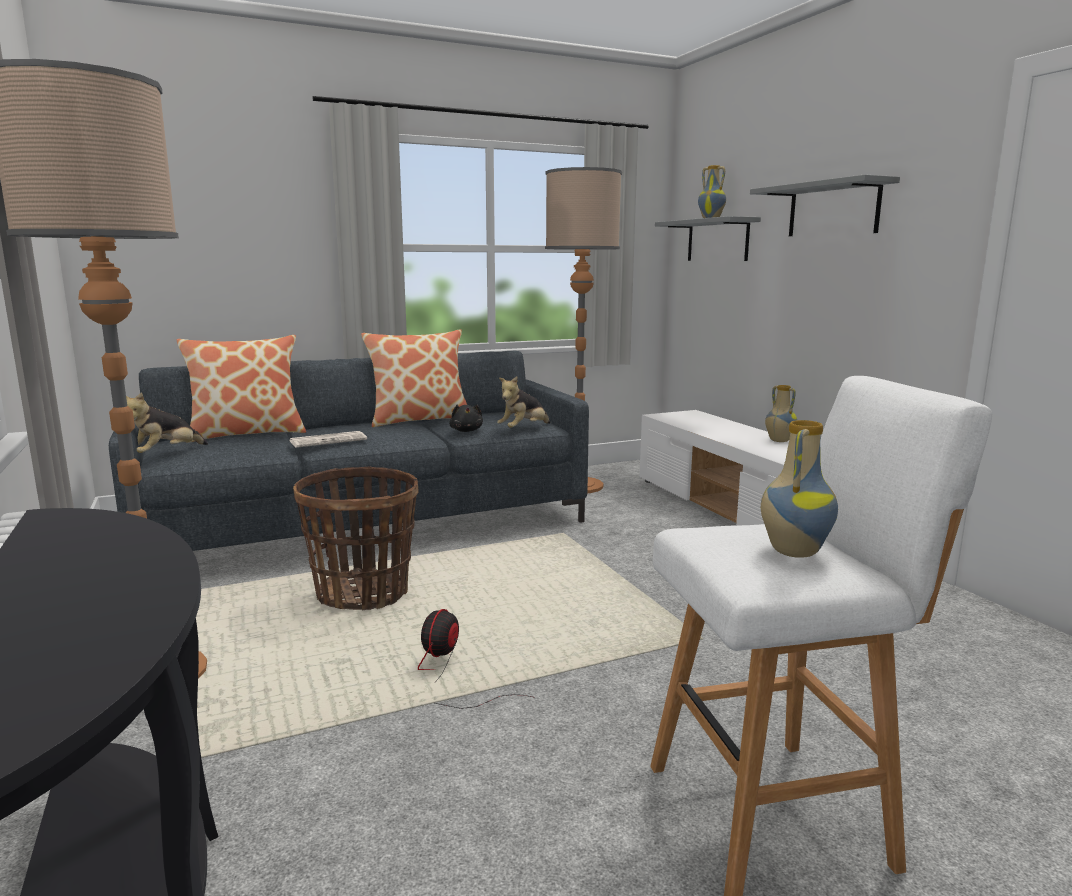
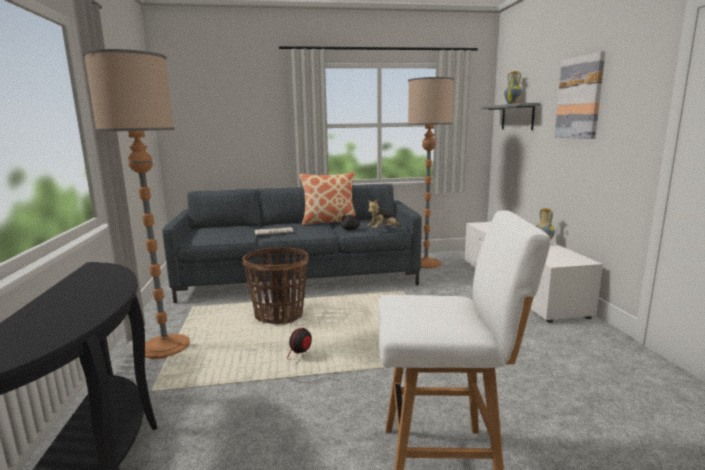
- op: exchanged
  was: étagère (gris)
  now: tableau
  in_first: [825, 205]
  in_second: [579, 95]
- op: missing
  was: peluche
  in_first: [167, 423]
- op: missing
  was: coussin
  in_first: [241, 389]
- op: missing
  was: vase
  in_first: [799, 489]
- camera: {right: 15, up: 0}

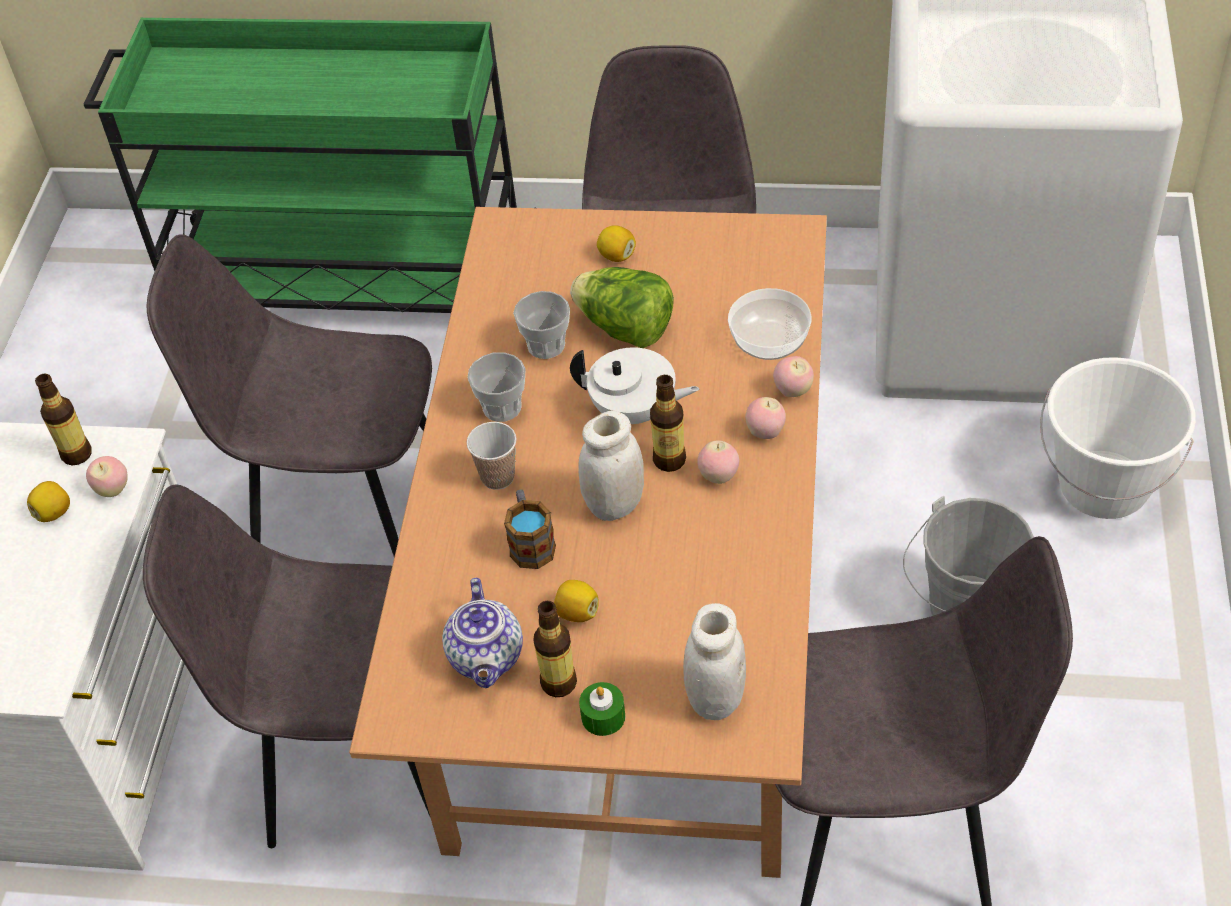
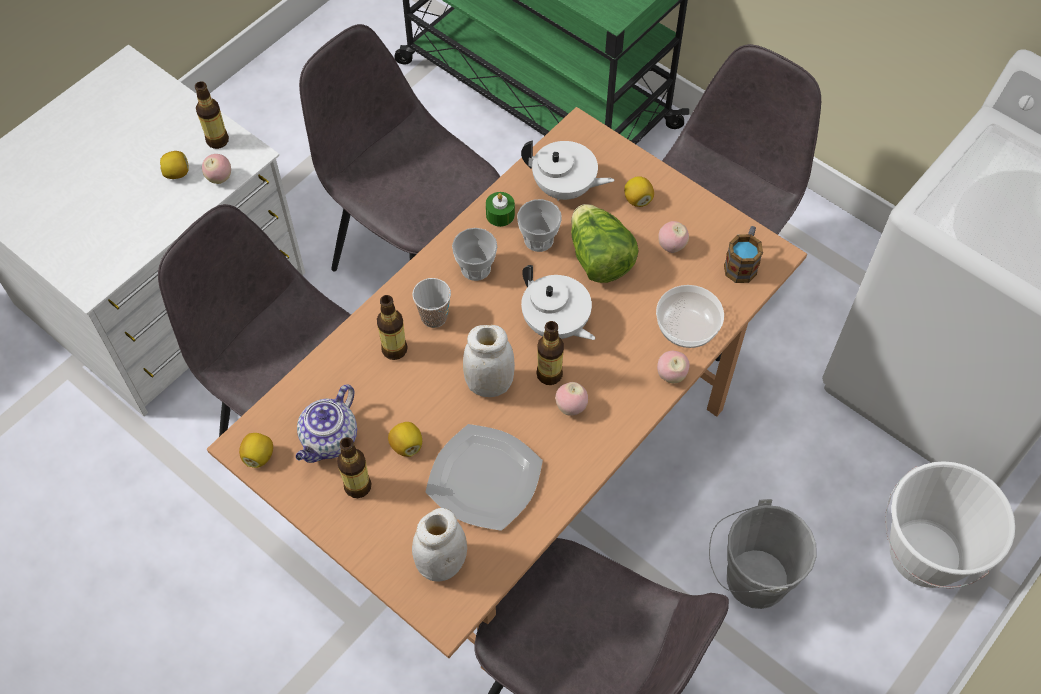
- op: appeared
  now: citron
  in_second: [256, 450]
- op: appeared
  now: bouteille
  in_second: [392, 327]
- op: appeared
  now: assiette
  in_second: [484, 477]
- op: relocated
  was: bougie (vert)
  in_first: [602, 709]
  in_second: [500, 209]
- op: appeared
  now: théière (blanc)
  in_second: [567, 171]
- op: relocated
  was: pomme
  in_first: [765, 418]
  in_second: [673, 237]
- op: relocated
  was: mug
  in_first: [530, 529]
  in_second: [743, 254]
- camera: {right: 30, up: 10}

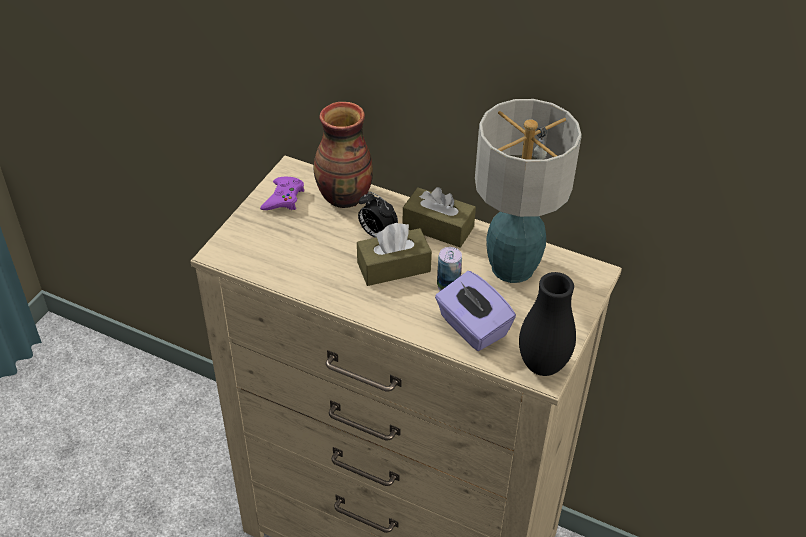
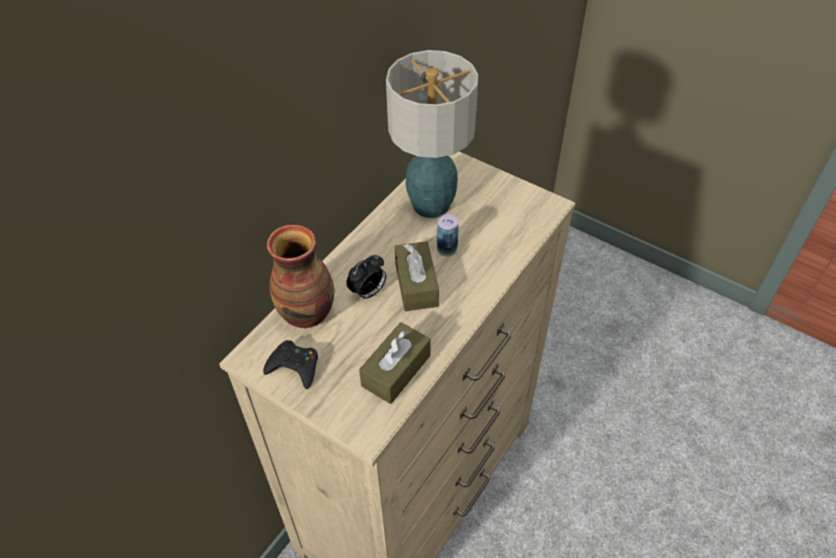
- op: colour
  was: manette (violet)
  now: manette (noir)
  in_first: [282, 193]
  in_second: [290, 364]
- op: relocated
  was: boîte à mouchoirs (marron)
  in_first: [439, 217]
  in_second: [395, 363]
- op: missing
  was: boîte à mouchoirs (violet)
  in_first: [475, 311]
- op: missing
  was: vase (noir)
  in_first: [547, 324]
- camera: {right: -80, up: 5}

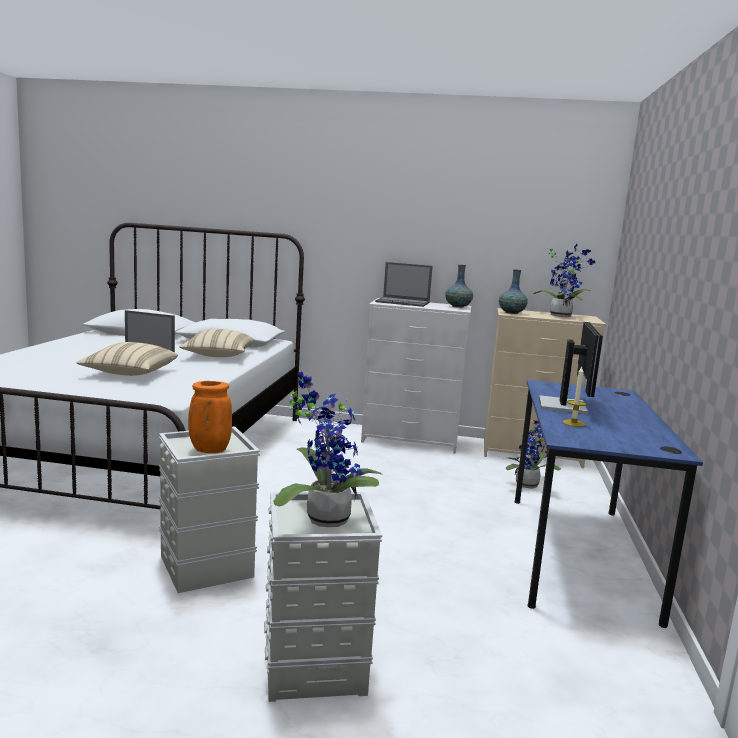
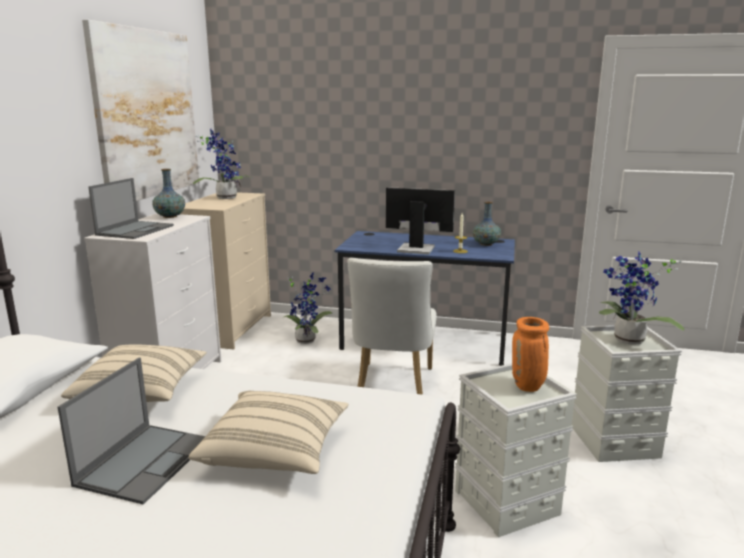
- op: appeared
  now: tableau
  in_second: [140, 110]
- op: appeared
  now: chaise (blanc)
  in_second: [392, 326]
- op: relocated
  was: vase
  in_first: [513, 291]
  in_second: [487, 224]
- camera: {right: -85, up: 5}

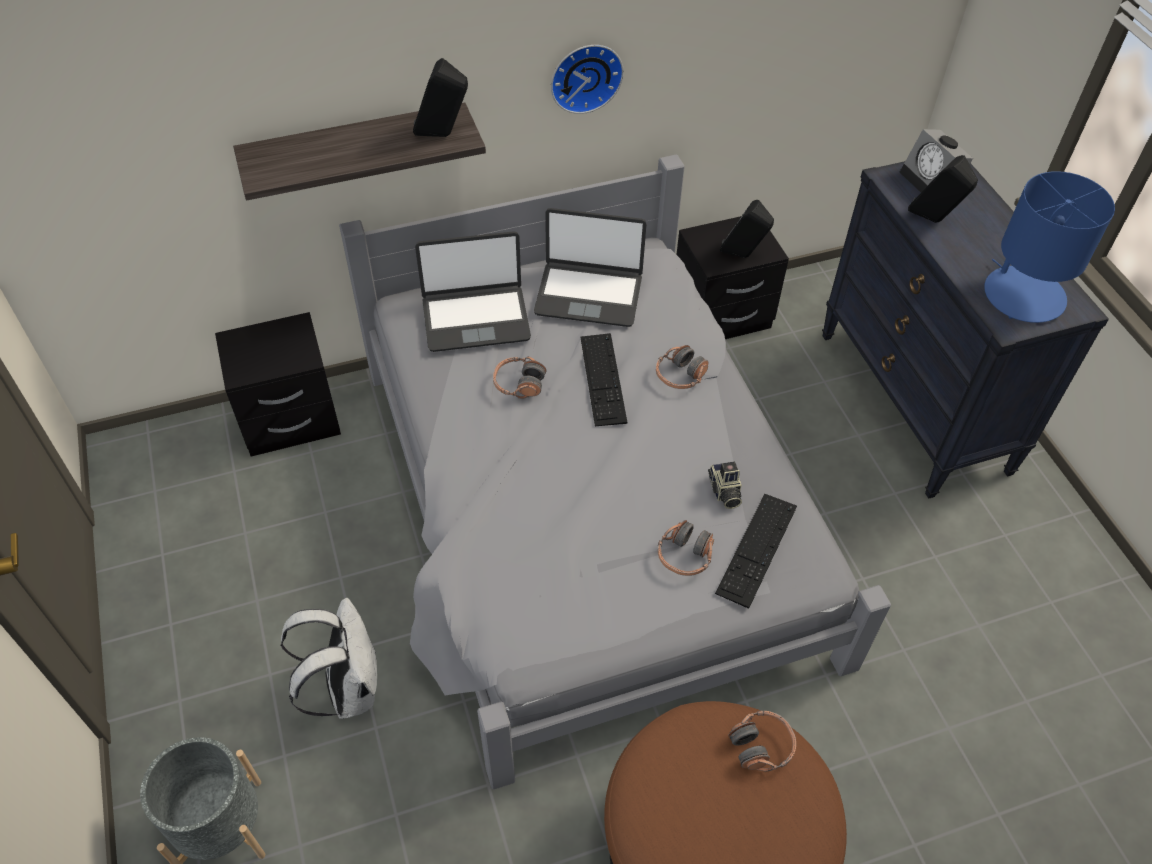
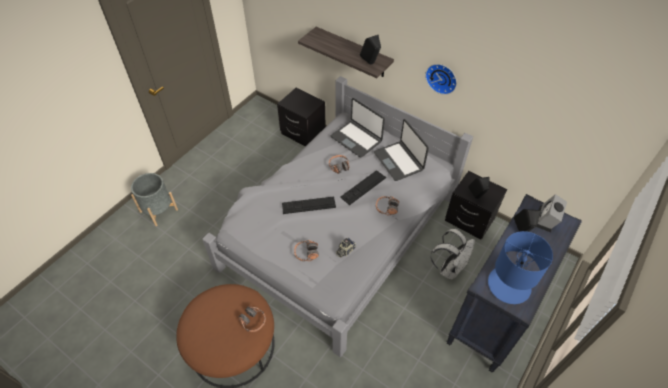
- op: relocated
  was: clavier
  in_first: [756, 551]
  in_second: [309, 205]
- op: relocated
  was: sac à dos (blanc)
  in_first: [328, 658]
  in_second: [452, 254]
- camera: {right: 55, up: 0}

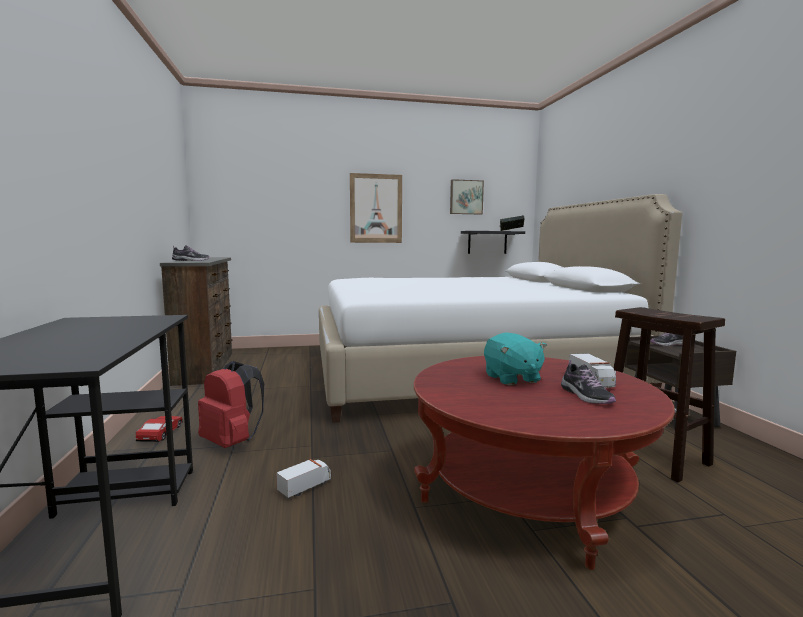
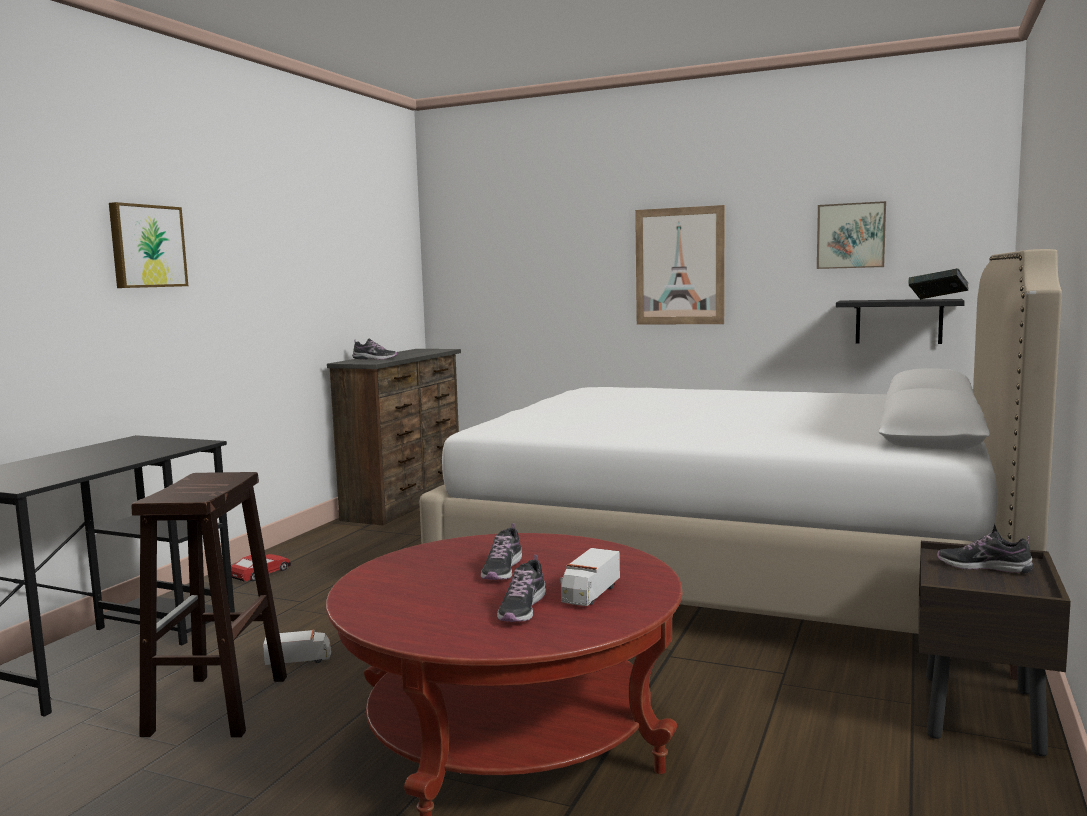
- op: appeared
  now: tableau
  in_second: [148, 245]
- op: relocated
  was: tabouret (marron)
  in_first: [669, 394]
  in_second: [209, 604]
- op: exchanged
  was: peluche (turquoise)
  now: chaussure
  in_first: [515, 359]
  in_second: [501, 551]
- op: missing
  was: sac à dos (rouge)
  in_first: [231, 404]
- camera: {right: 35, up: 0}

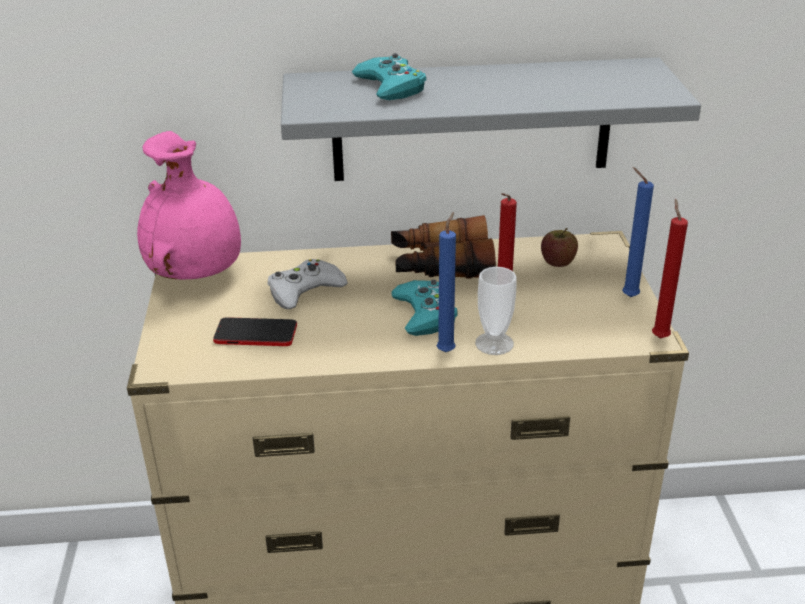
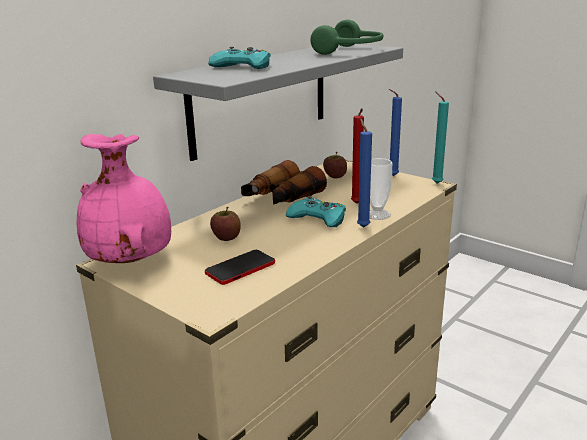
- op: exchanged
  was: manette (blanc)
  now: pomme
  in_first: [308, 284]
  in_second: [225, 224]
- op: appeared
  now: casque audio (vert)
  in_second: [346, 37]
- op: colour
  was: bougie (rouge)
  now: bougie (turquoise)
  in_first: [670, 269]
  in_second: [440, 137]
- camera: {right: -45, up: -10}

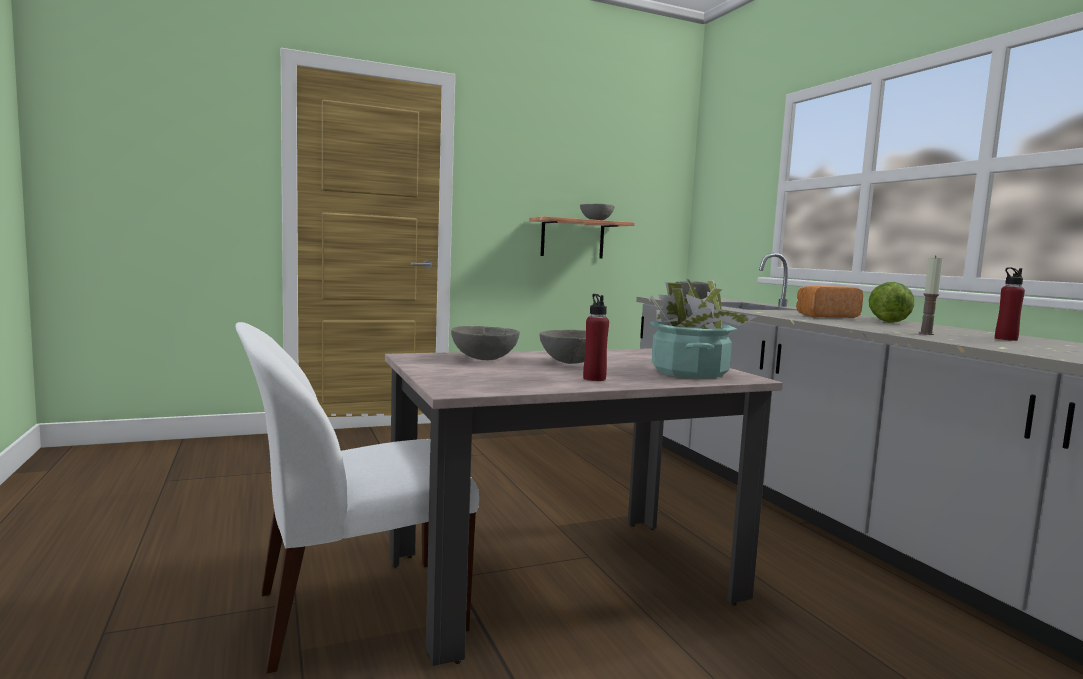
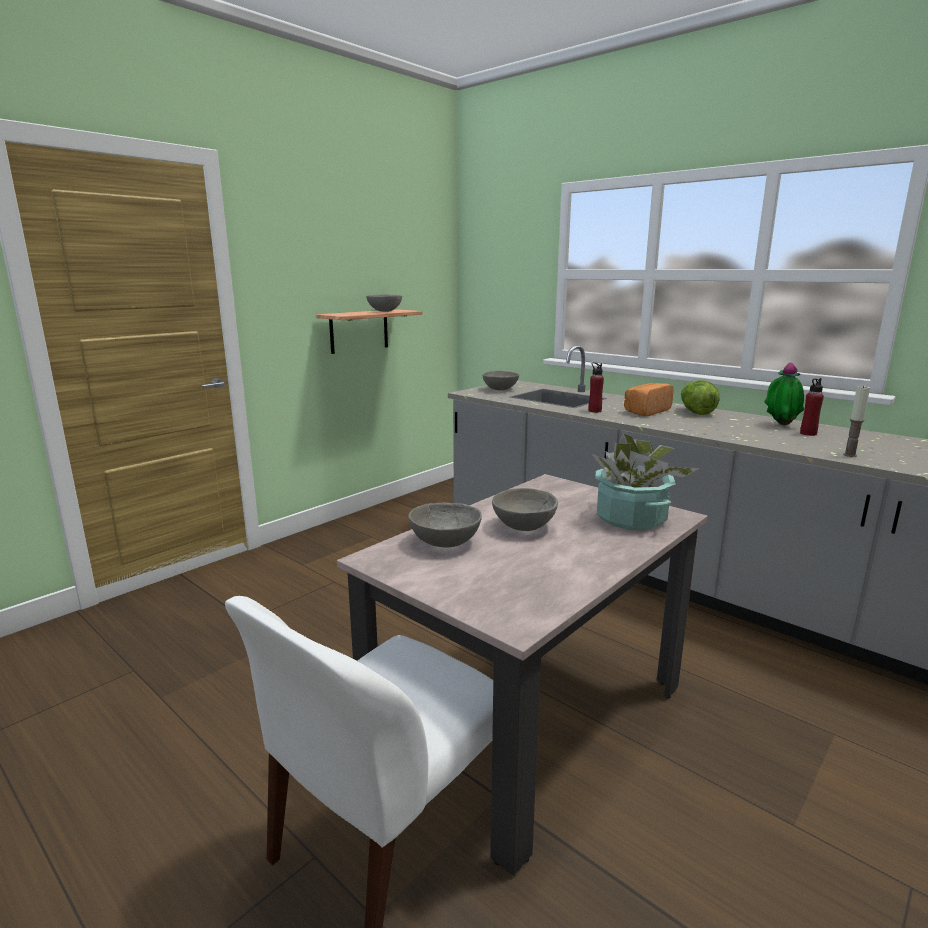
- op: relocated
  was: bouteille (rouge)
  in_first: [596, 337]
  in_second: [596, 387]
- op: appeared
  now: plante en pot
  in_second: [784, 393]
- op: relocated
  was: bougie
  in_first: [931, 295]
  in_second: [856, 421]
- camera: {right: -25, up: 10}

